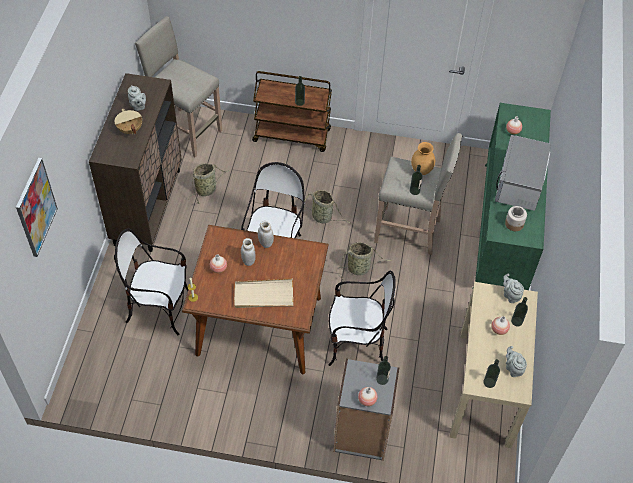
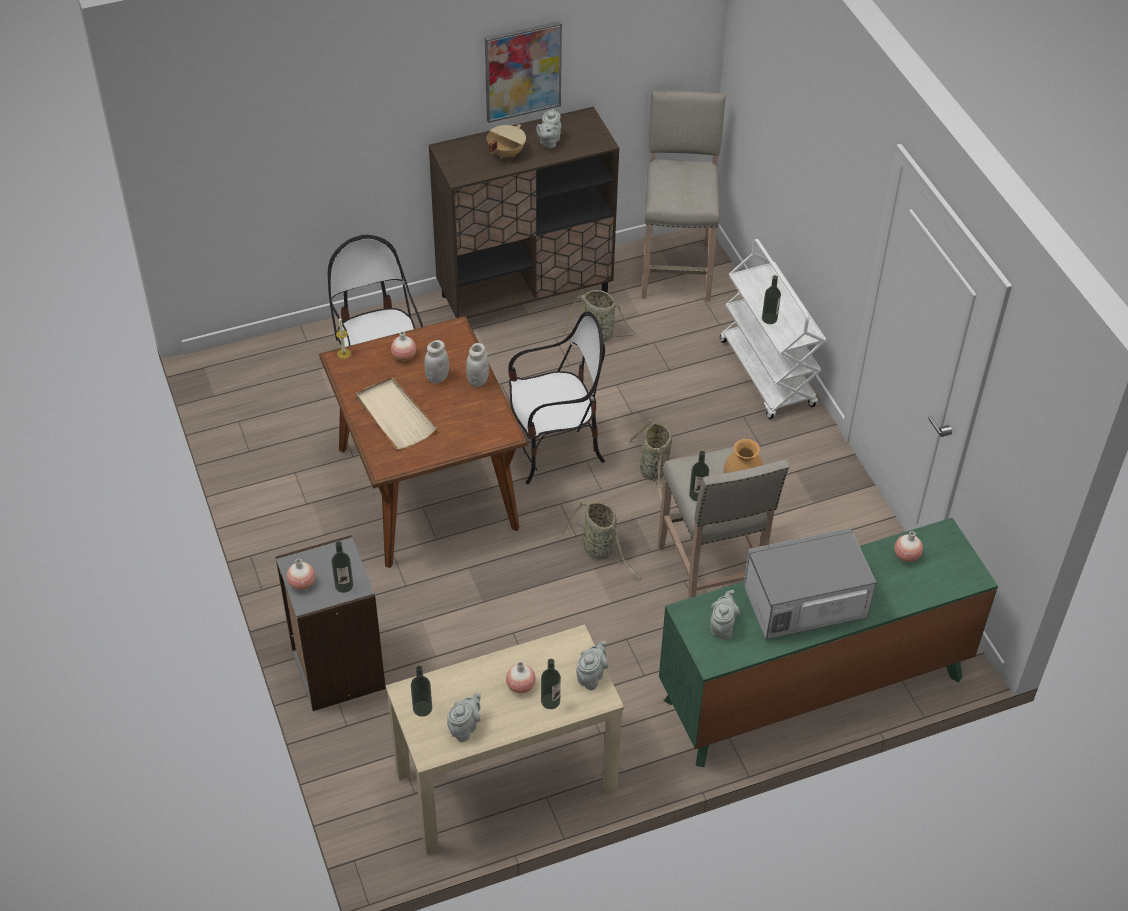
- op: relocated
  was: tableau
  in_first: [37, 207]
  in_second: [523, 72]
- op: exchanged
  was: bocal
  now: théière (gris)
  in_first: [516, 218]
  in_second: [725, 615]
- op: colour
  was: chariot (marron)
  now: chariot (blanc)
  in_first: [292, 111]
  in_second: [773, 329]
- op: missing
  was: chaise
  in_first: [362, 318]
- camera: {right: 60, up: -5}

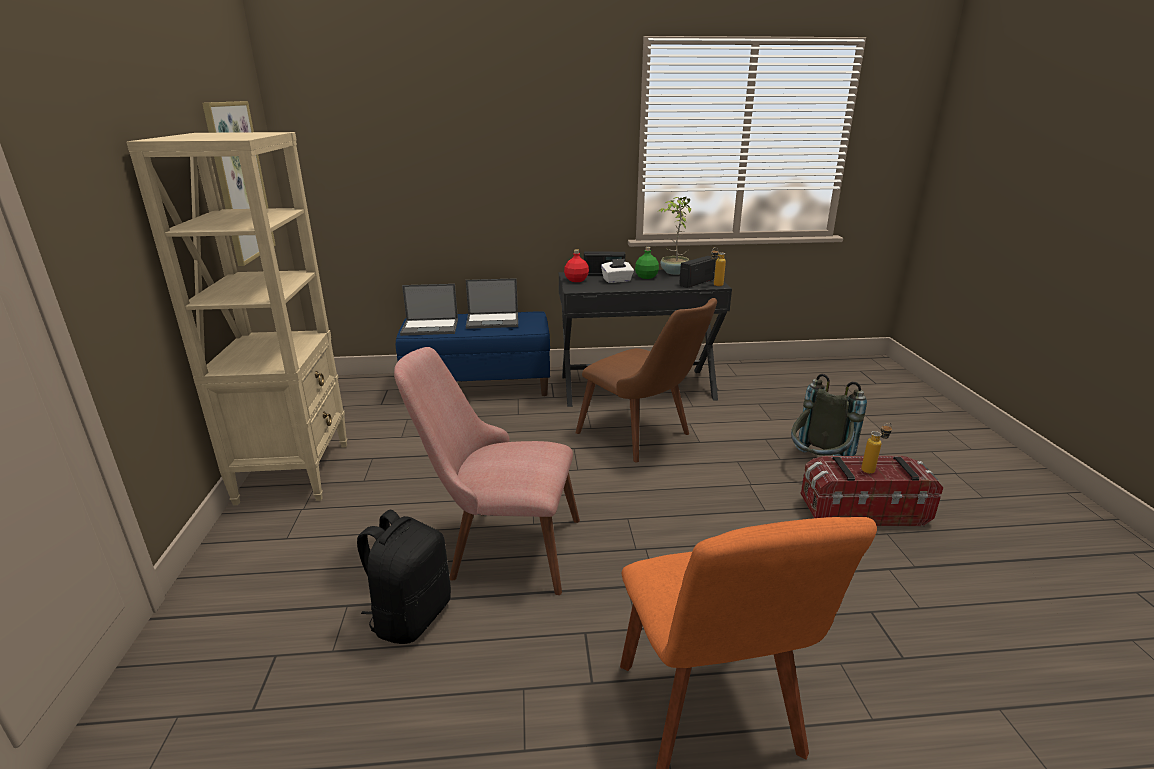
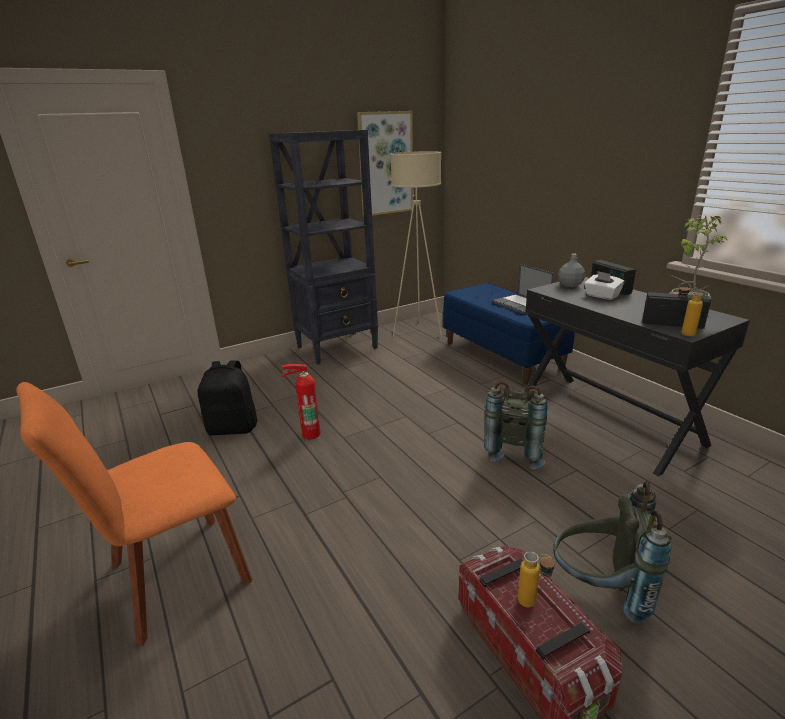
- op: colour
  was: bibliothèque (beige)
  now: bibliothèque (noir)
  in_first: [237, 318]
  in_second: [323, 247]
- op: exchanged
  was: chaise (rose)
  now: extincteur
  in_first: [487, 471]
  in_second: [300, 401]
- op: appeared
  now: lampadaire (beige)
  in_second: [416, 244]
- op: exchanged
  was: chaise (marron)
  now: sac à dos (gris)
  in_first: [646, 380]
  in_second: [515, 425]
- op: colour
  was: bouteille (rouge)
  now: bouteille (gris)
  in_first: [576, 265]
  in_second: [571, 270]
- op: missing
  was: ordinateur portable
  in_first: [429, 310]
- op: missing
  was: bouteille (vert)
  in_first: [647, 263]
- camera: {right: 65, up: 0}

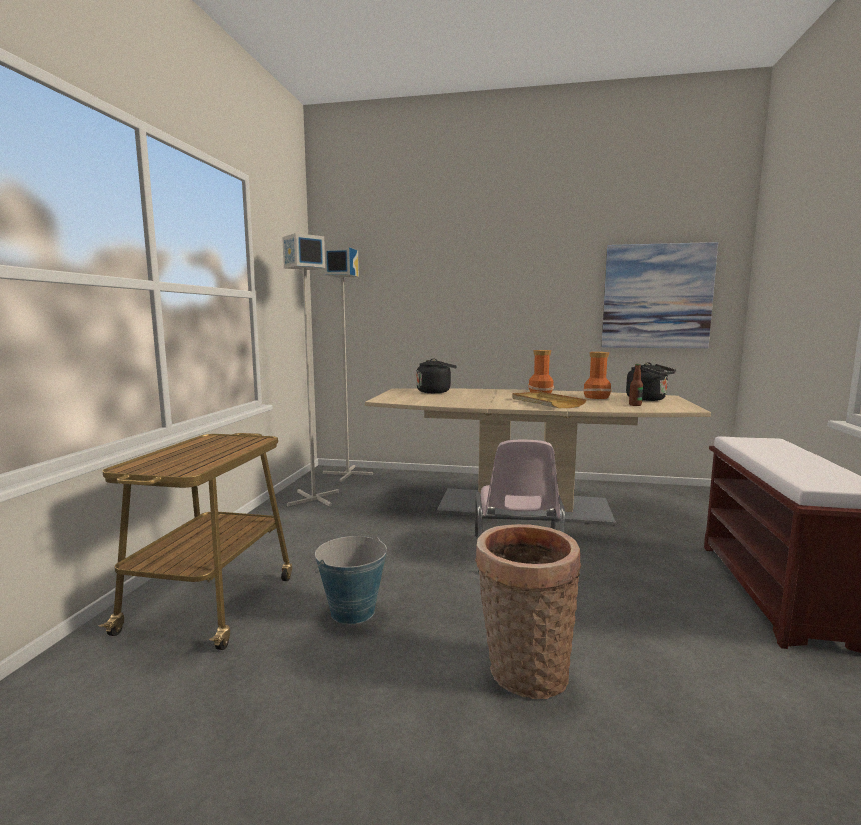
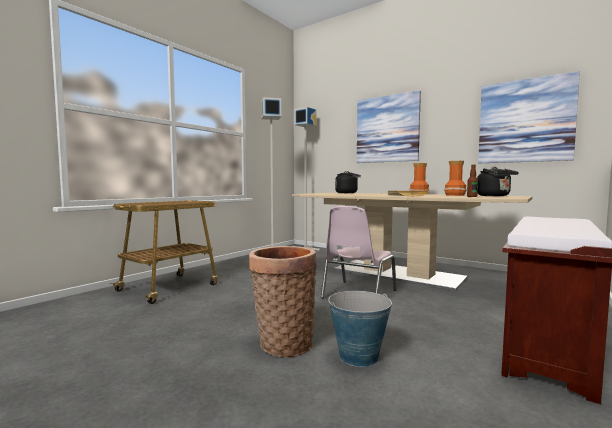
- op: relocated
  was: seau
  in_first: [350, 580]
  in_second: [359, 329]
- op: appeared
  now: tableau
  in_second: [389, 126]
- camera: {right: 25, up: -5}

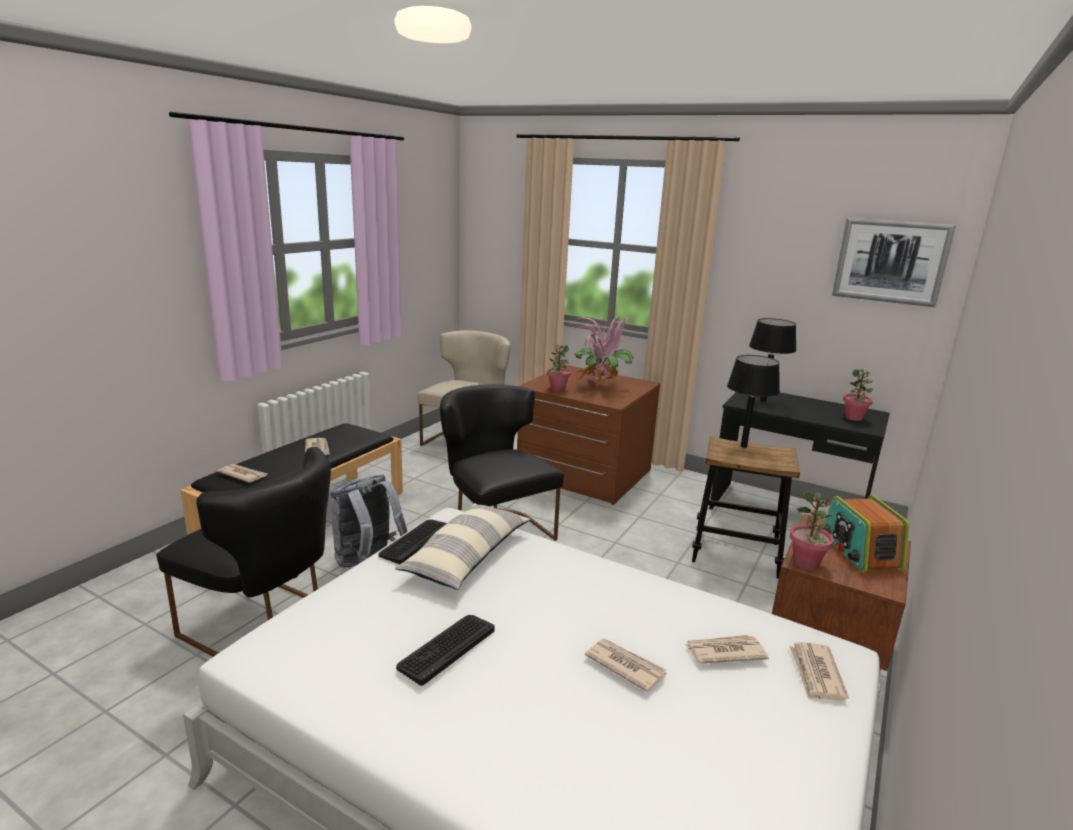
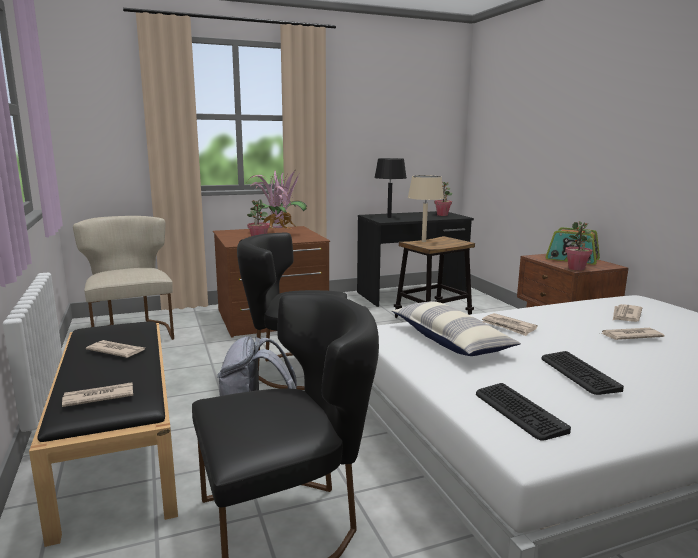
- op: colour
  was: lampe de table (noir)
  now: lampe de table (beige)
  in_first: [753, 401]
  in_second: [426, 208]
- op: relocated
  was: clavier
  in_first: [412, 542]
  in_second: [523, 412]
- op: relocated
  was: journal
  in_first: [819, 671]
  in_second: [510, 324]
- op: missing
  was: tableau
  in_first: [894, 262]
- camera: {right: -50, up: -5}

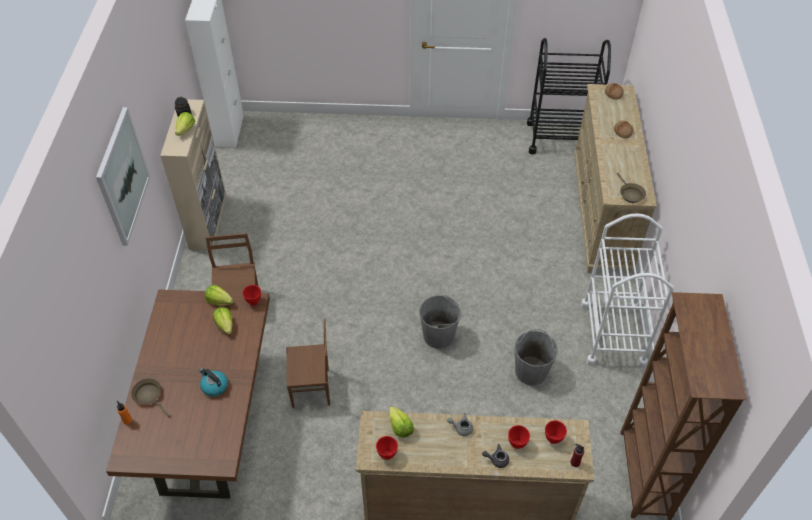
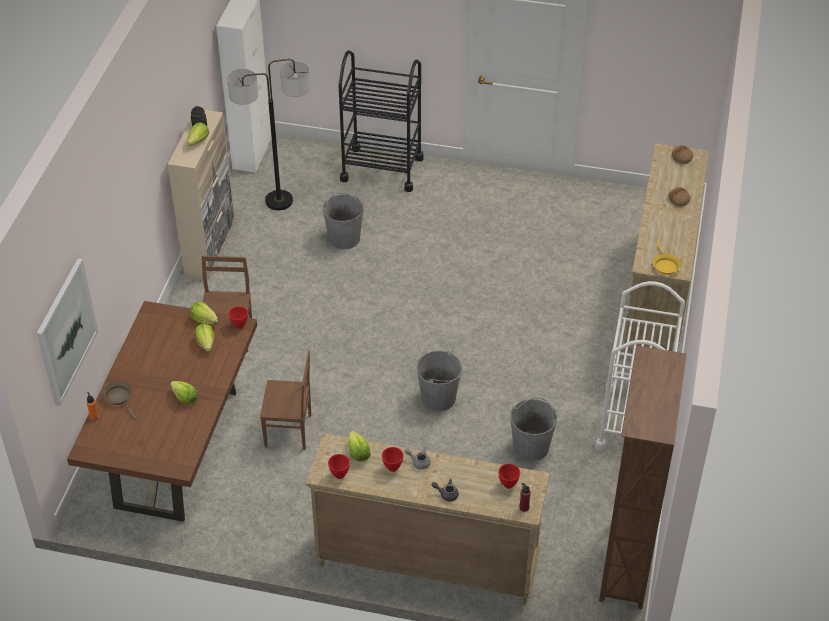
- op: relocated
  was: tableau
  in_first: [123, 176]
  in_second: [67, 332]
- op: exchanged
  was: bouilloire
  now: laitue
  in_first: [213, 382]
  in_second: [184, 392]
- op: appeared
  now: lampadaire
  in_second: [268, 134]
- op: appeared
  now: seau (gris)
  in_second: [343, 220]
- op: relocated
  was: chariot (noir)
  in_first: [569, 96]
  in_second: [381, 121]
- op: relocated
  was: bol (rouge)
  in_first: [519, 437]
  in_second: [392, 459]
- op: colour
  was: poêle (marron)
  now: poêle (jaune)
  in_first: [631, 188]
  in_second: [667, 258]
- camera: {right: 10, up: -5}

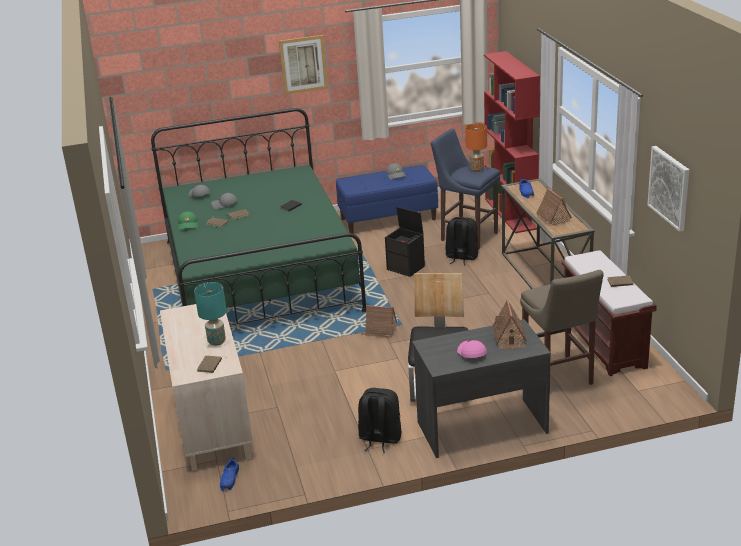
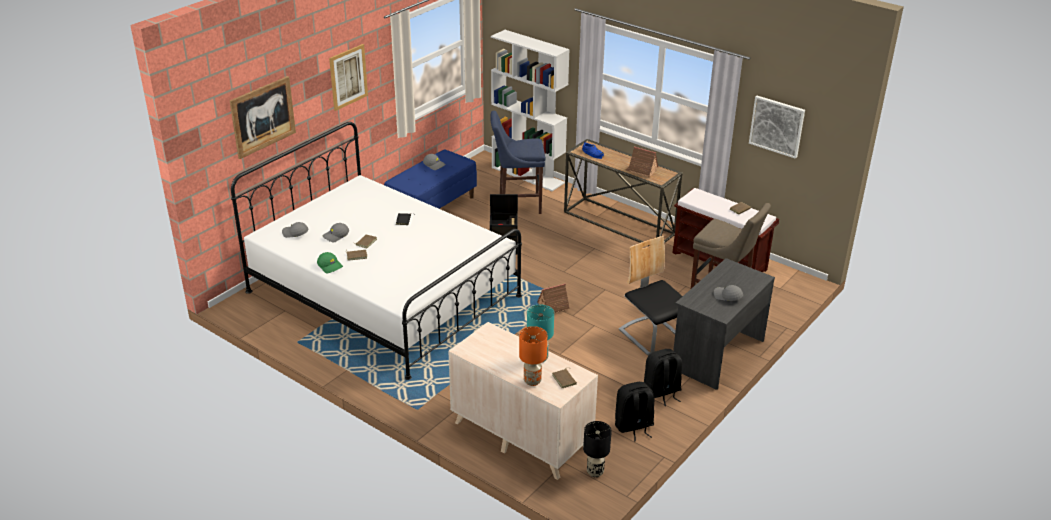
- op: appeared
  now: tableau
  in_second: [263, 117]
- op: colour
  was: lit (vert)
  now: lit (blanc)
  in_first: [258, 217]
  in_second: [376, 251]
- op: colour
  was: bibliothèque (rouge)
  now: bibliothèque (blanc)
  in_first: [512, 142]
  in_second: [530, 110]
- op: relocated
  was: lampe de table (orange)
  in_first: [476, 147]
  in_second: [533, 356]
- op: exchanged
  was: chaussure (bleu)
  now: lampe de table (noir)
  in_first: [229, 475]
  in_second: [597, 449]
- op: relocated
  was: sac à dos (noir)
  in_first: [462, 241]
  in_second: [634, 412]
- op: colour
  was: casquette (rose)
  now: casquette (gris)
  in_first: [472, 349]
  in_second: [728, 293]
- op: missing
  was: maison miniature
  in_first: [510, 324]
- camera: {right: -40, up: 5}

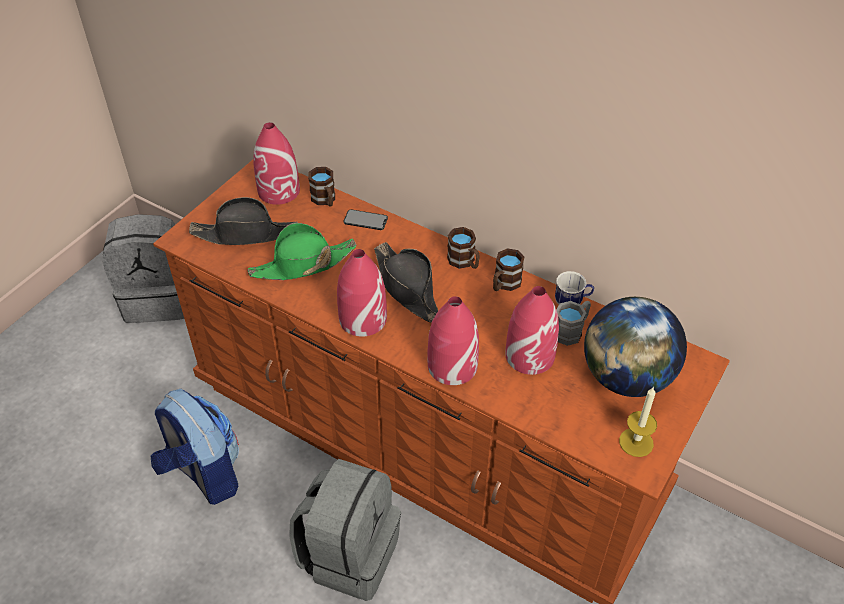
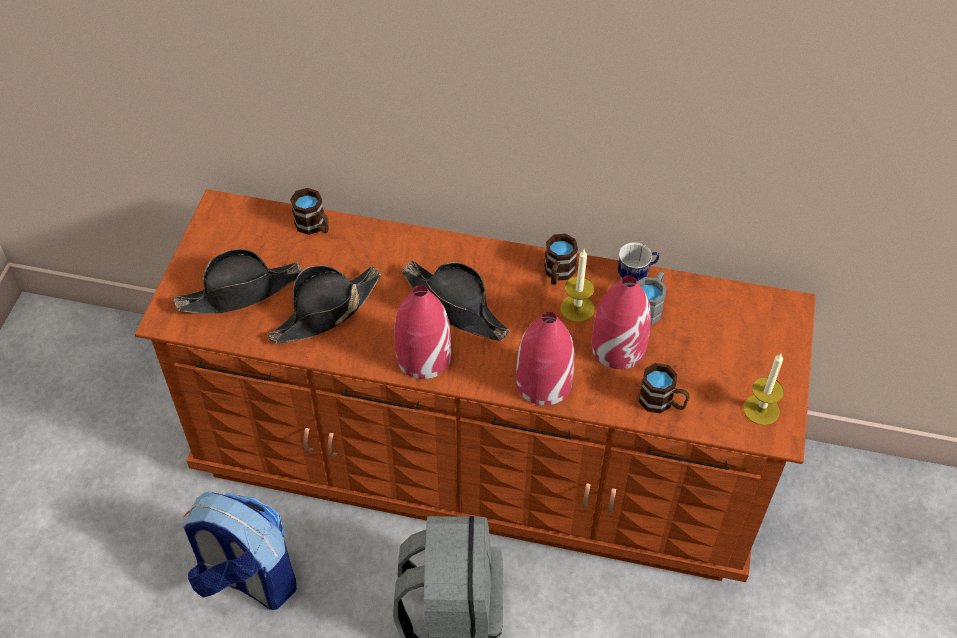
- op: colour
  was: chapeau (vert)
  now: chapeau (noir)
  in_first: [302, 251]
  in_second: [324, 304]
- op: appeared
  now: bougie
  in_second: [577, 286]
- op: relocated
  was: mug (marron)
  in_first: [463, 248]
  in_second: [664, 388]
- op: missing
  was: sac à dos (gris)
  in_first: [143, 268]
- op: missing
  was: vase (rouge)
  in_first: [276, 163]
- op: missing
  was: téléphone
  in_first: [366, 219]
- op: missing
  was: globe
  in_first: [635, 347]
- camera: {right: -20, up: 5}

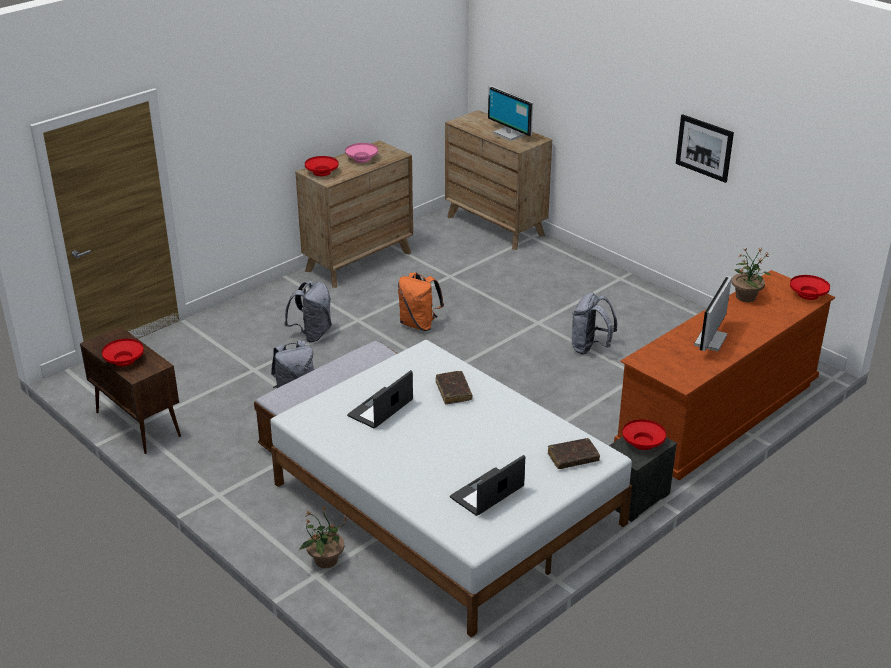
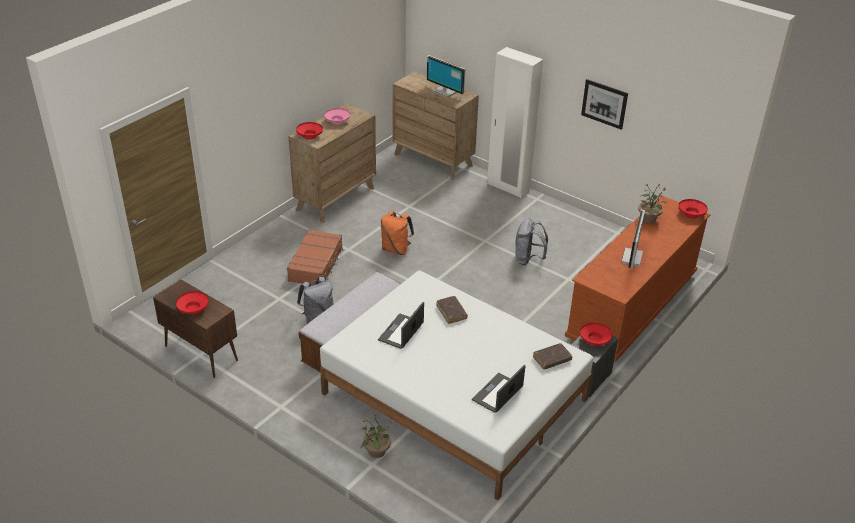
- op: exchanged
  was: sac à dos (gris)
  now: valise (marron)
  in_first: [308, 311]
  in_second: [315, 257]
- op: appeared
  now: armoire (blanc)
  in_second: [515, 122]
- camera: {right: -10, up: 5}

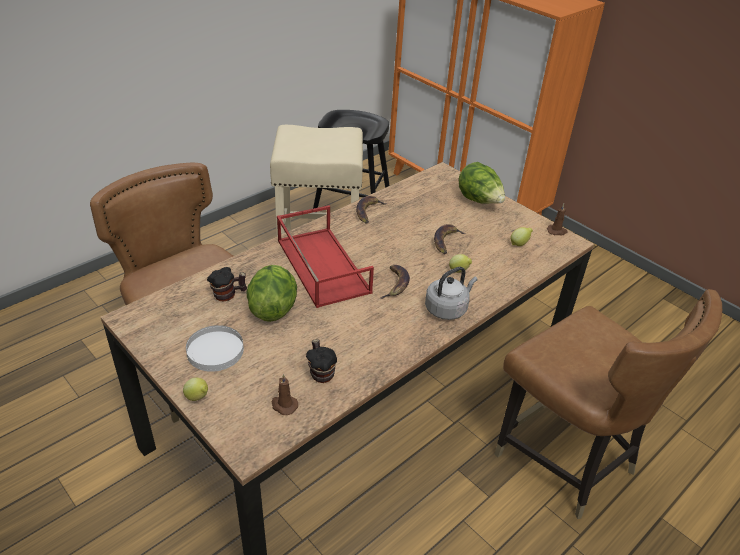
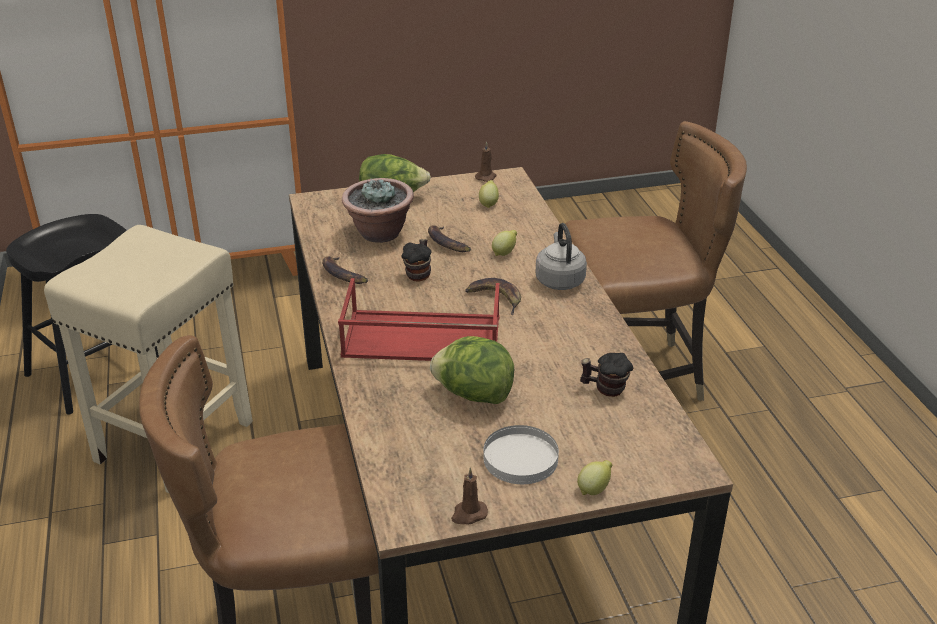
- op: appeared
  now: plante en pot
  in_second: [378, 210]
- op: relocated
  was: mug
  in_first: [227, 284]
  in_second: [417, 260]
- op: relocated
  was: bougie (marron)
  in_first: [285, 394]
  in_second: [469, 496]
- camera: {right: -60, up: -5}

